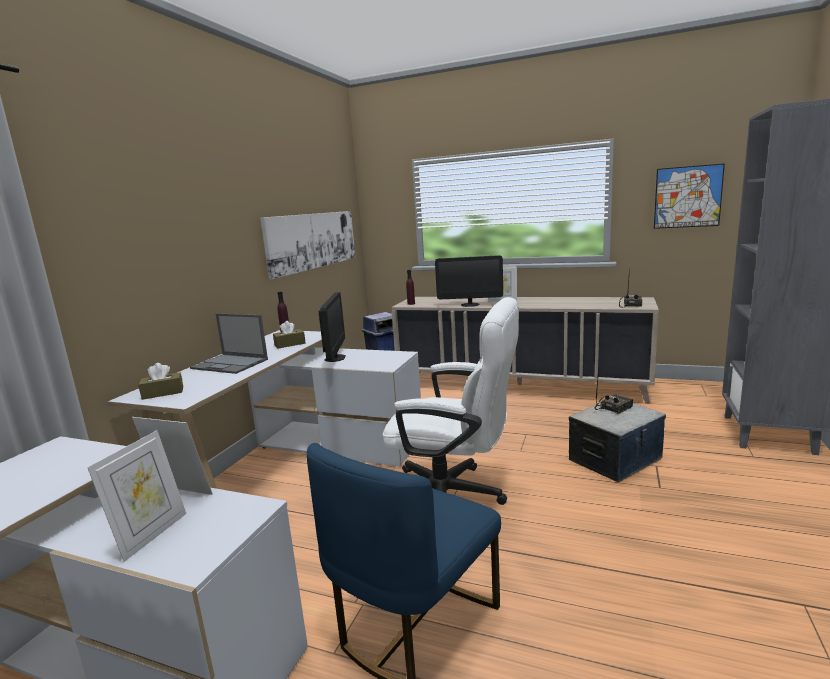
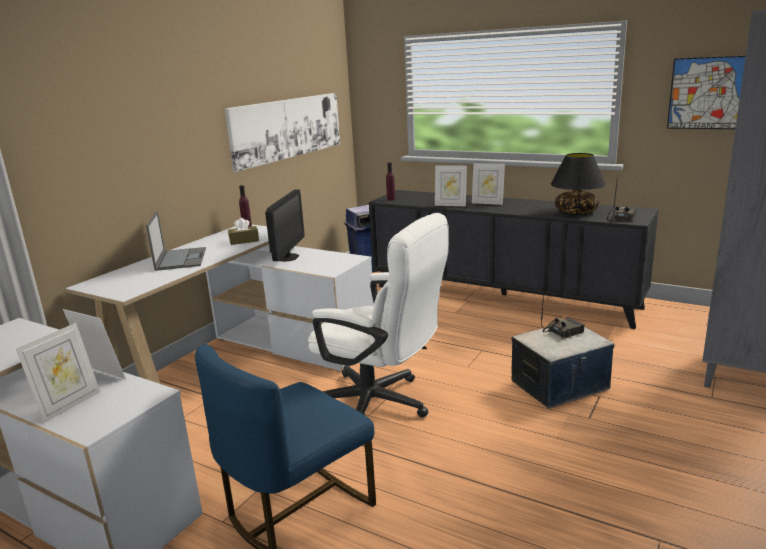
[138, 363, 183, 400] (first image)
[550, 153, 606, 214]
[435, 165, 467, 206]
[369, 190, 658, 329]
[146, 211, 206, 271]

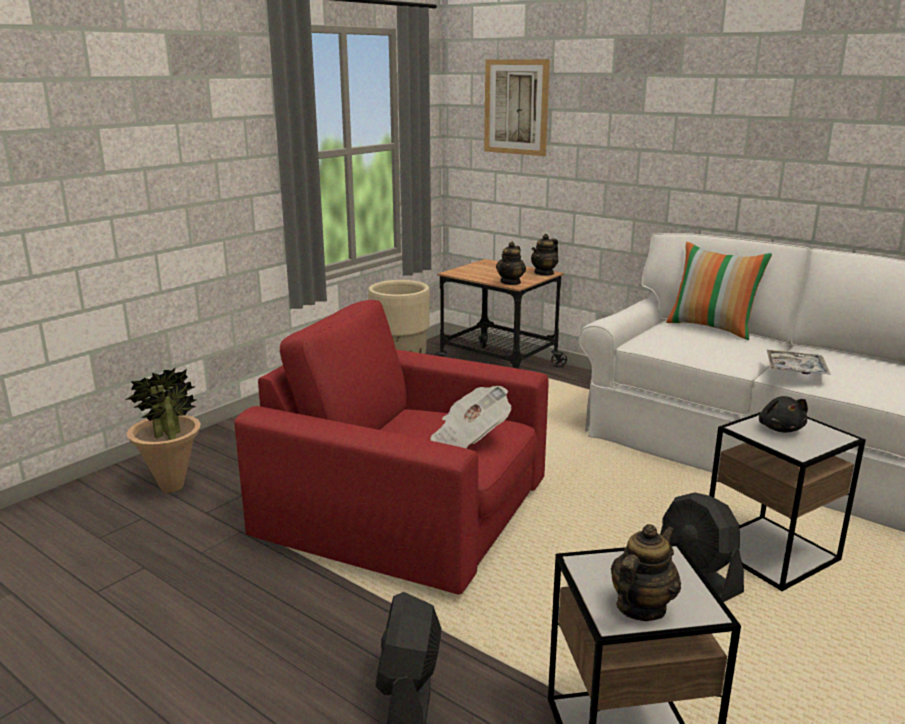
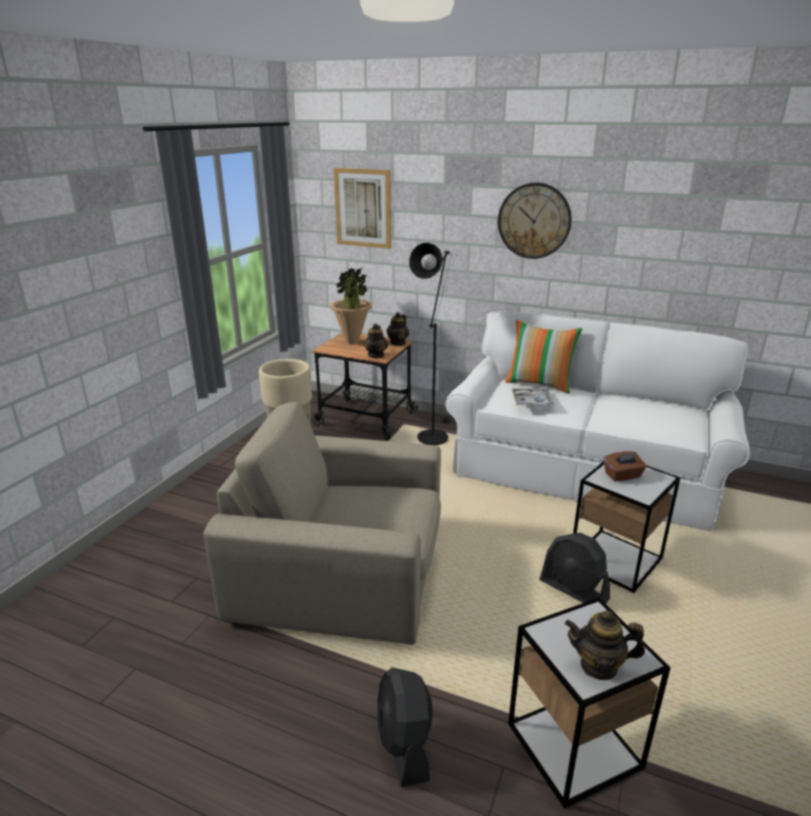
[430, 386, 511, 448] (first image)
[409, 243, 452, 445]
[498, 183, 572, 259]
[330, 268, 372, 344]
[511, 388, 556, 406]
[604, 451, 646, 481]
[204, 402, 441, 645]
[565, 610, 645, 680]

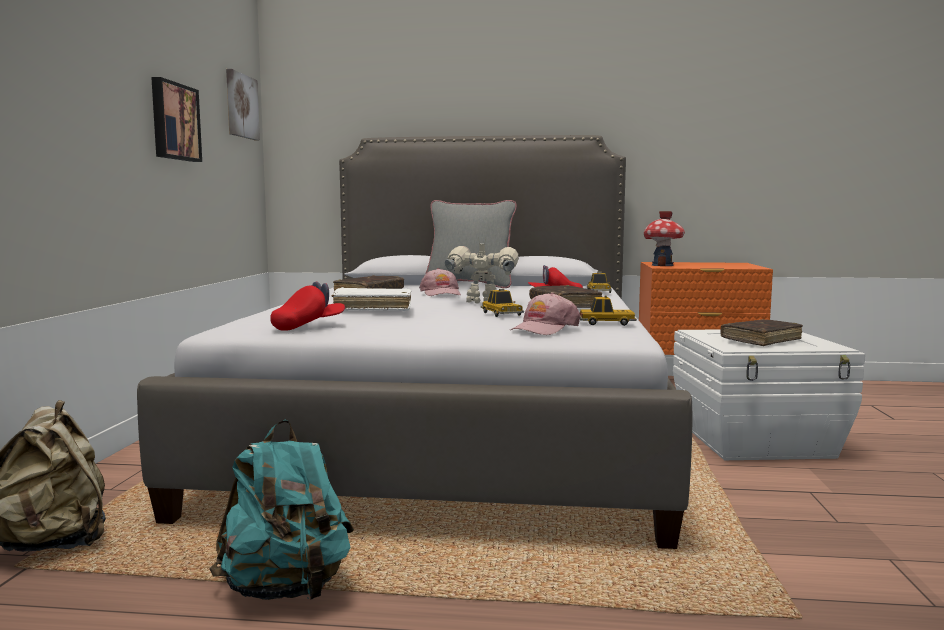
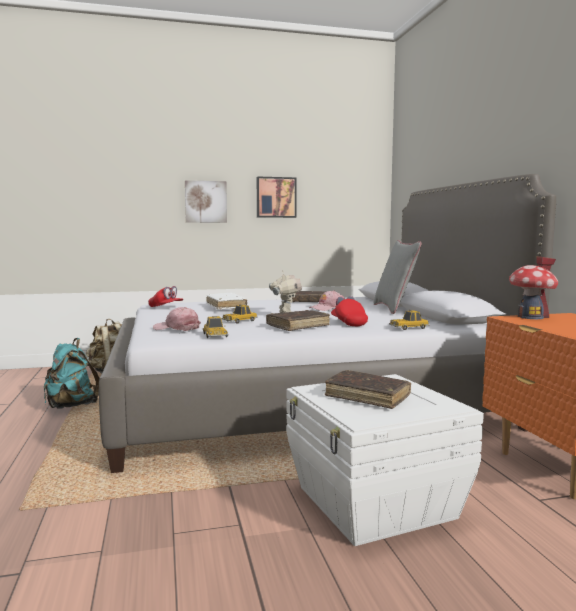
[185, 180, 227, 223]

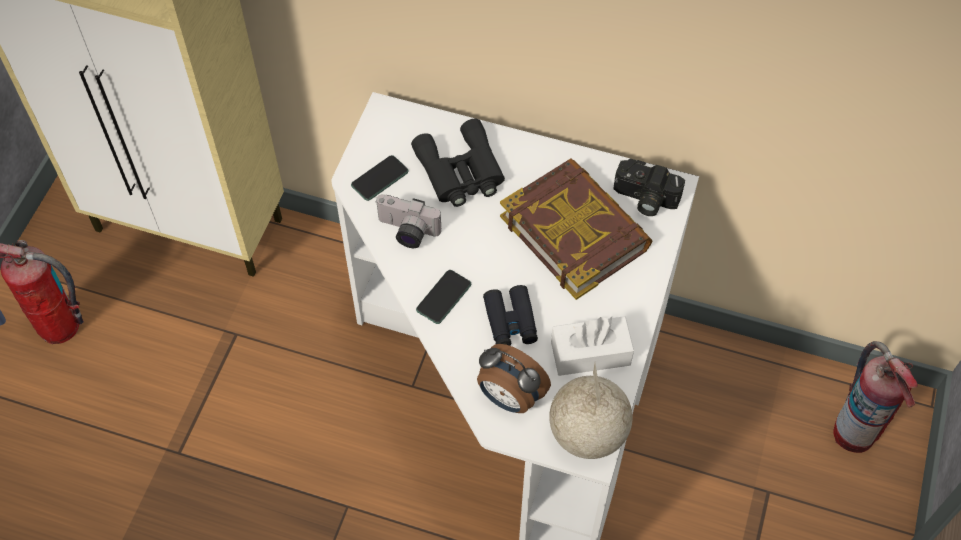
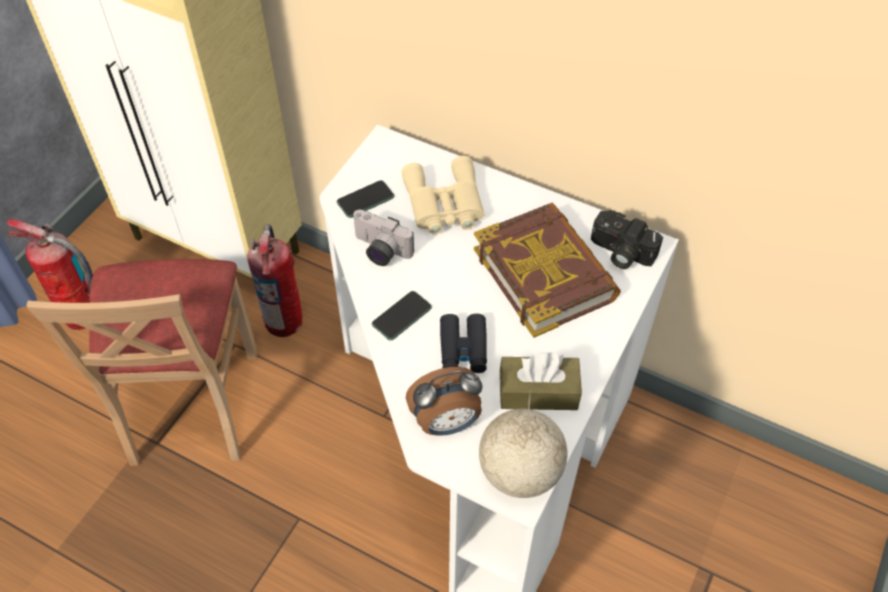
[27, 259, 257, 466]
[248, 224, 302, 337]
[401, 156, 484, 234]
[500, 352, 582, 410]
[406, 367, 483, 436]

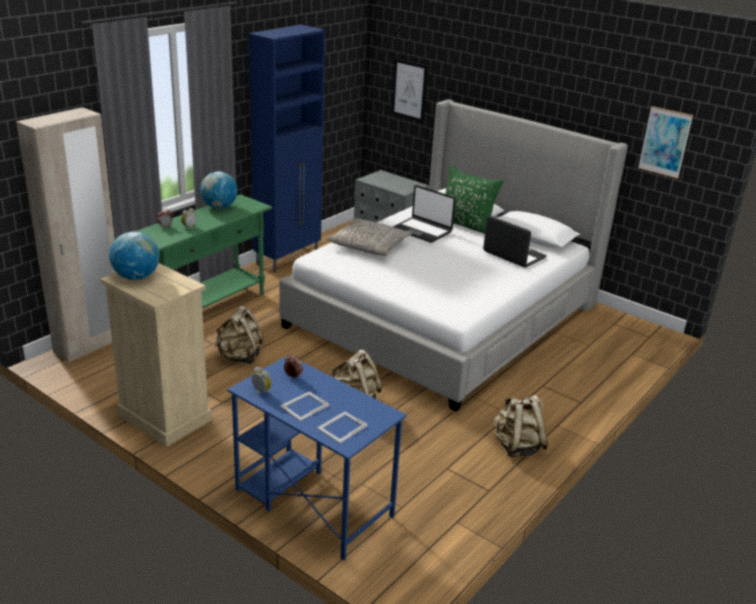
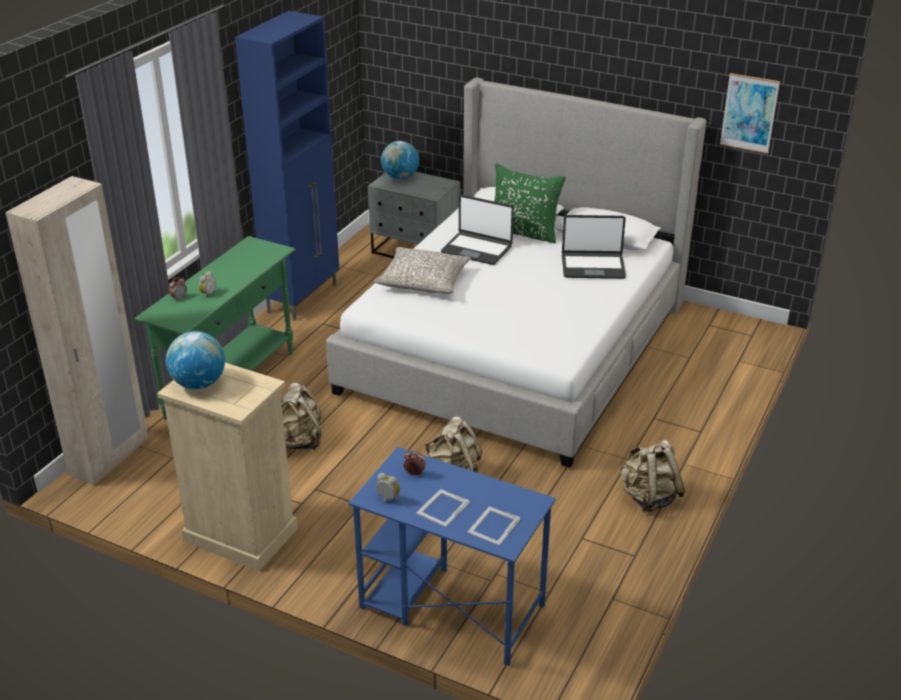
[391, 58, 428, 122] (first image)
[381, 141, 419, 179]
[562, 215, 626, 279]

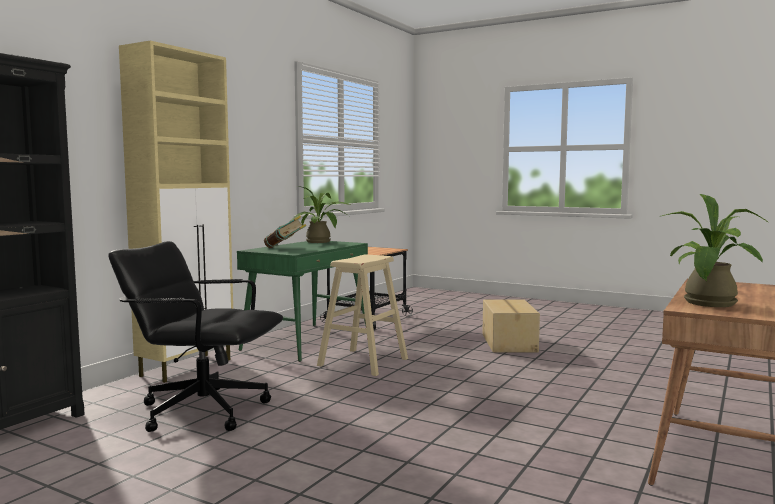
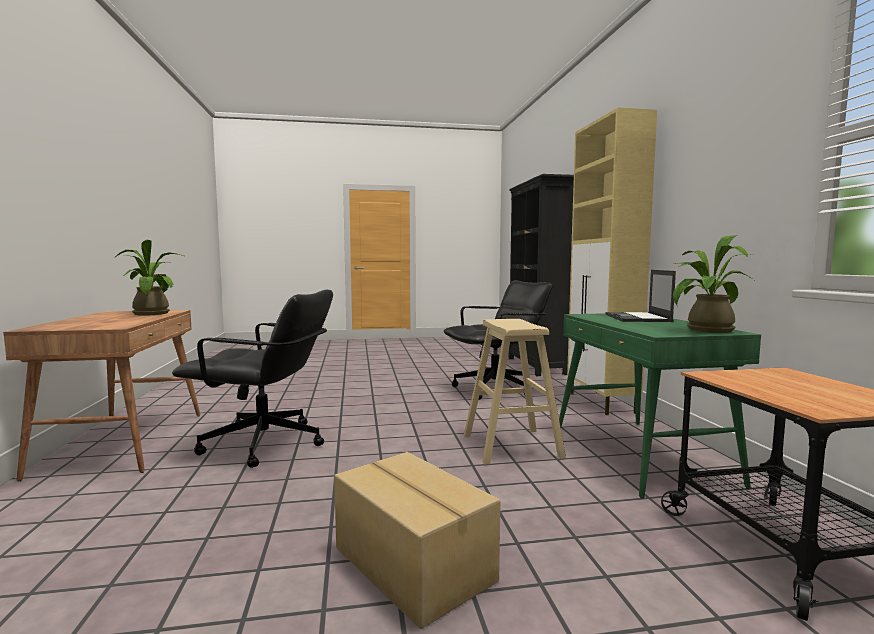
[172, 290, 333, 468]
[606, 270, 676, 322]

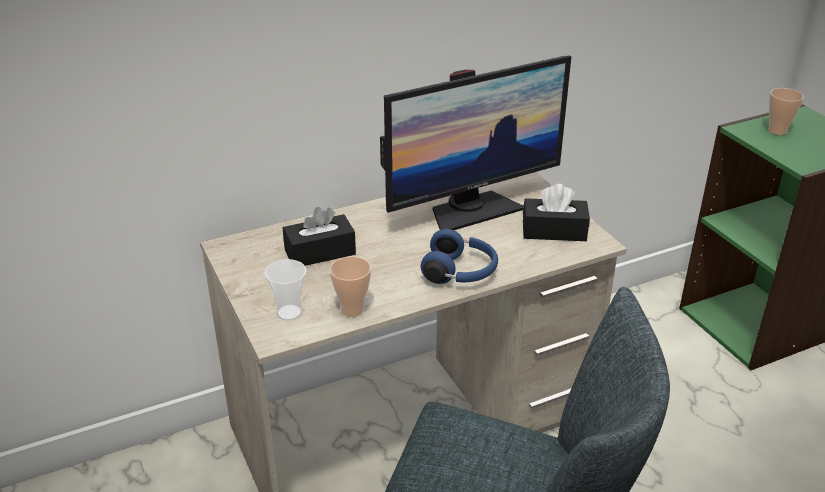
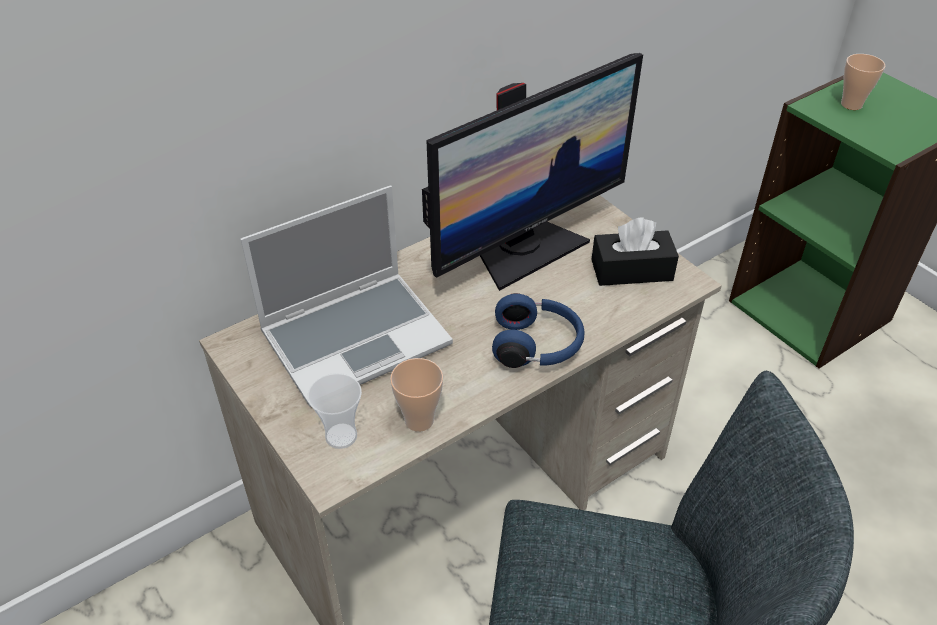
[241, 186, 453, 407]

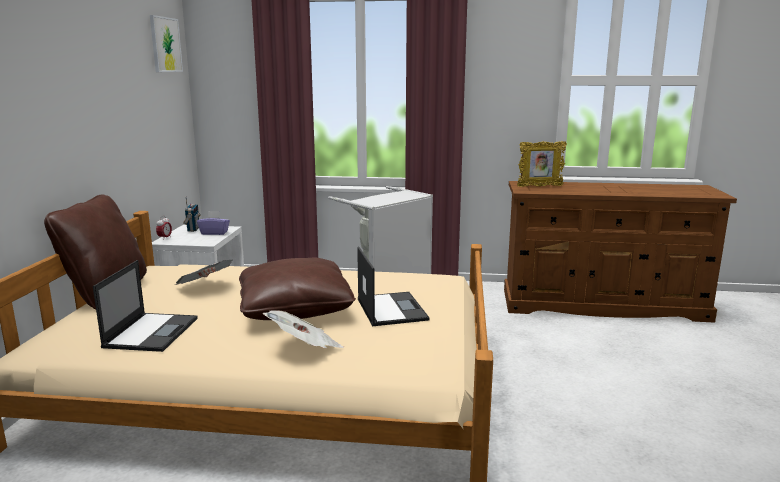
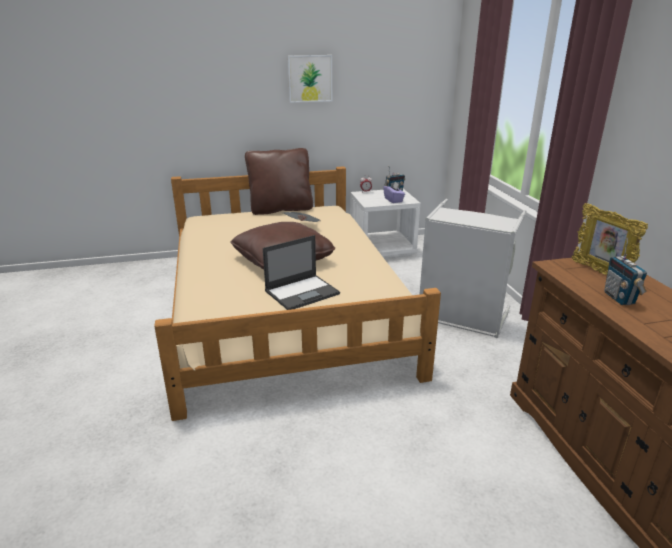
[93, 260, 198, 352] (first image)
[263, 310, 344, 348] (first image)
[604, 238, 647, 305]
[288, 55, 332, 103]

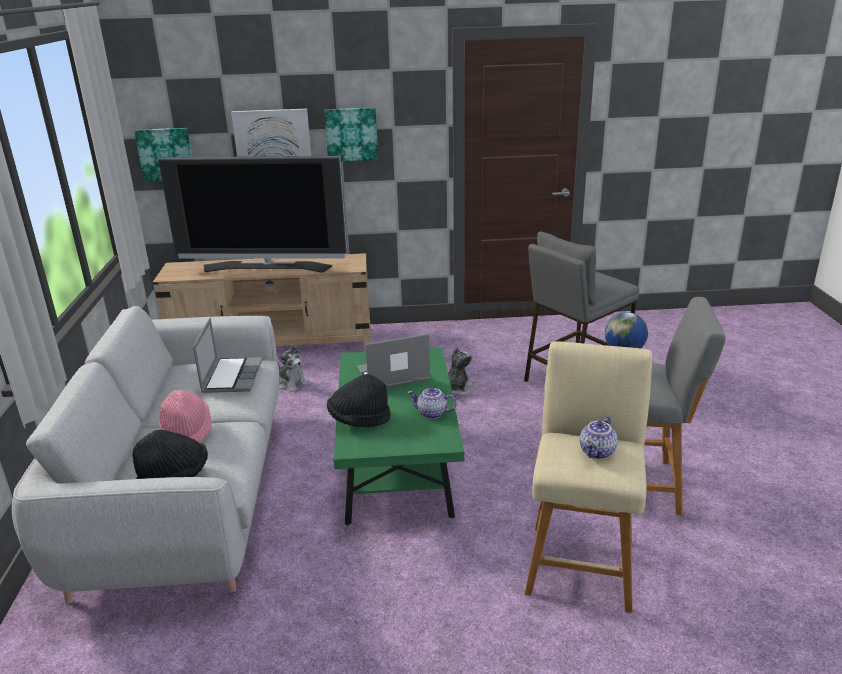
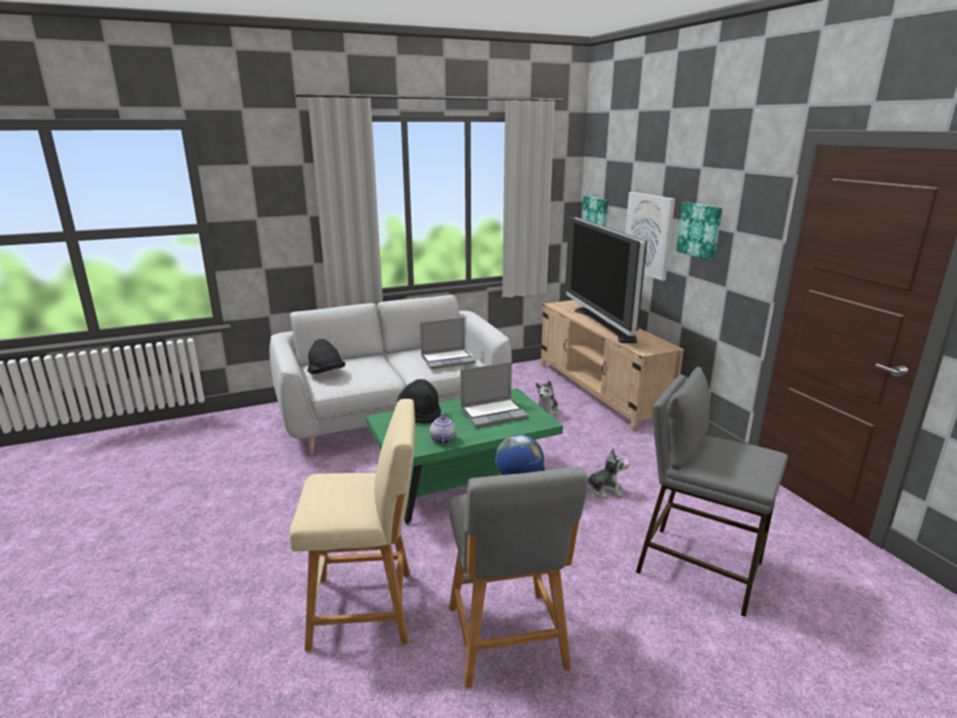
[159, 390, 212, 443] (first image)
[580, 416, 618, 459] (first image)
[461, 362, 528, 428]

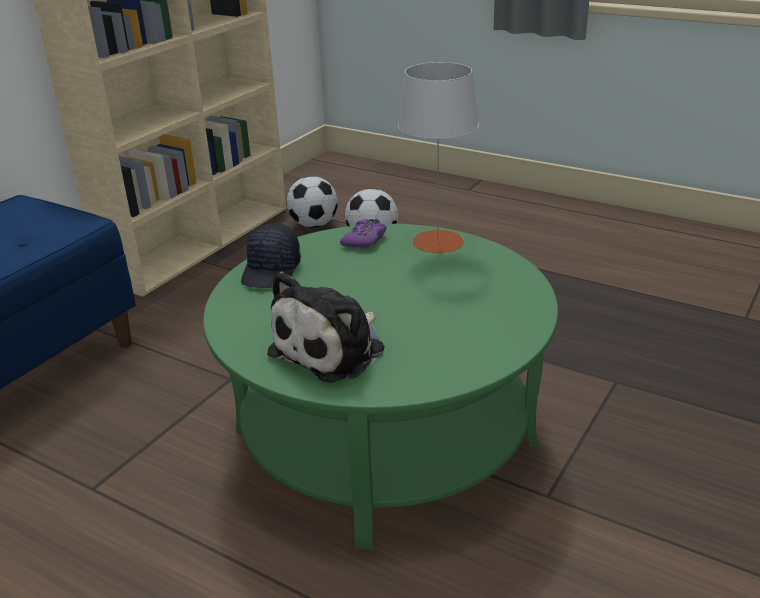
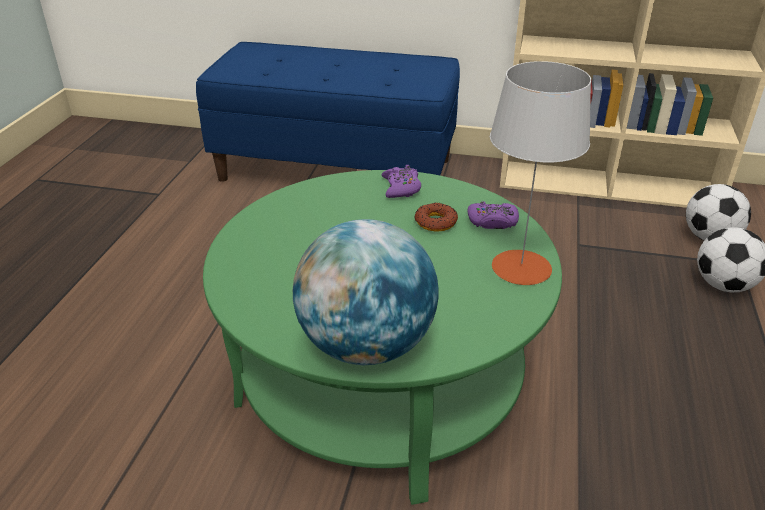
[267, 272, 384, 383] (first image)
[293, 219, 439, 366]
[414, 202, 458, 232]
[382, 165, 421, 198]

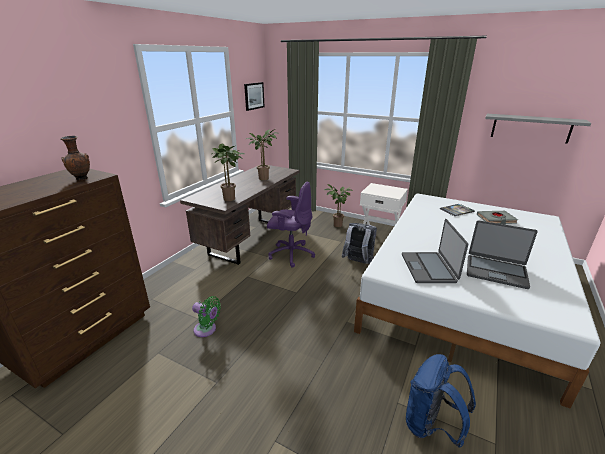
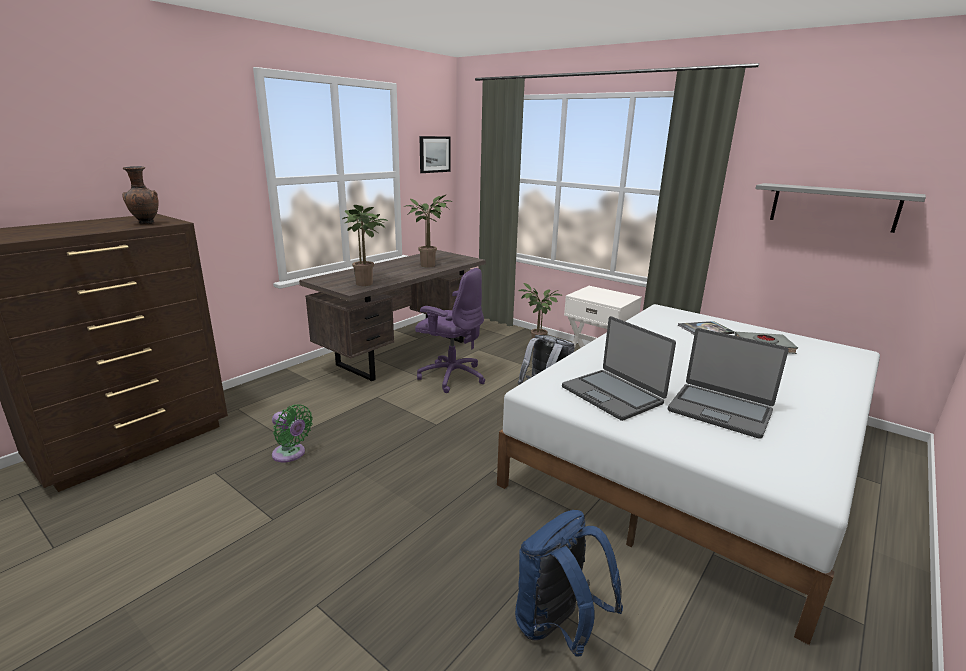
[562, 316, 676, 421]

